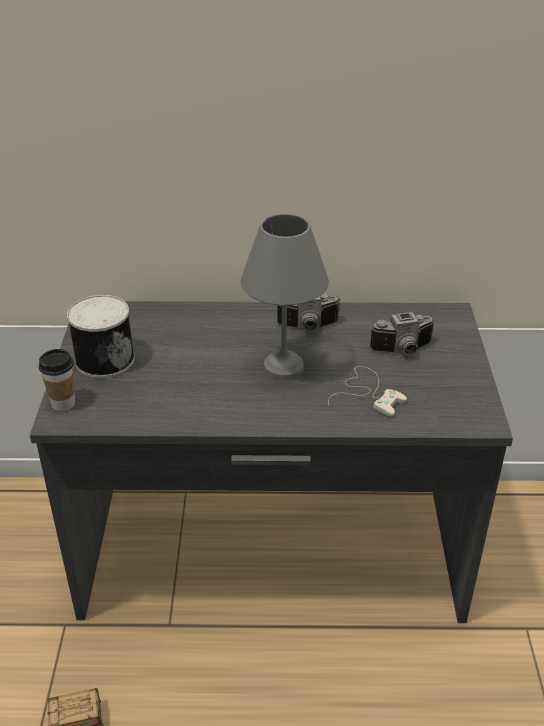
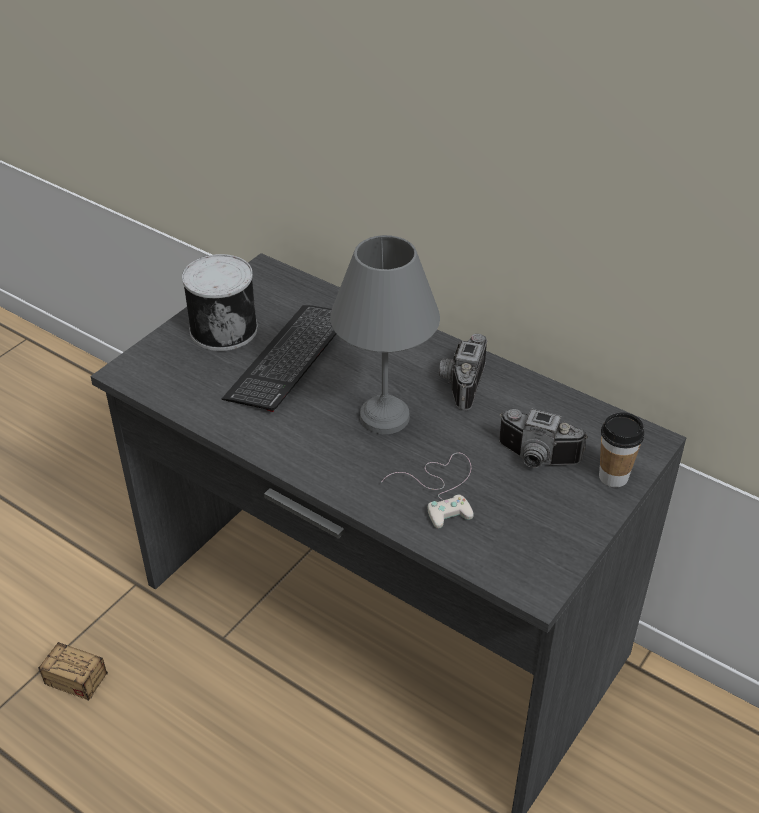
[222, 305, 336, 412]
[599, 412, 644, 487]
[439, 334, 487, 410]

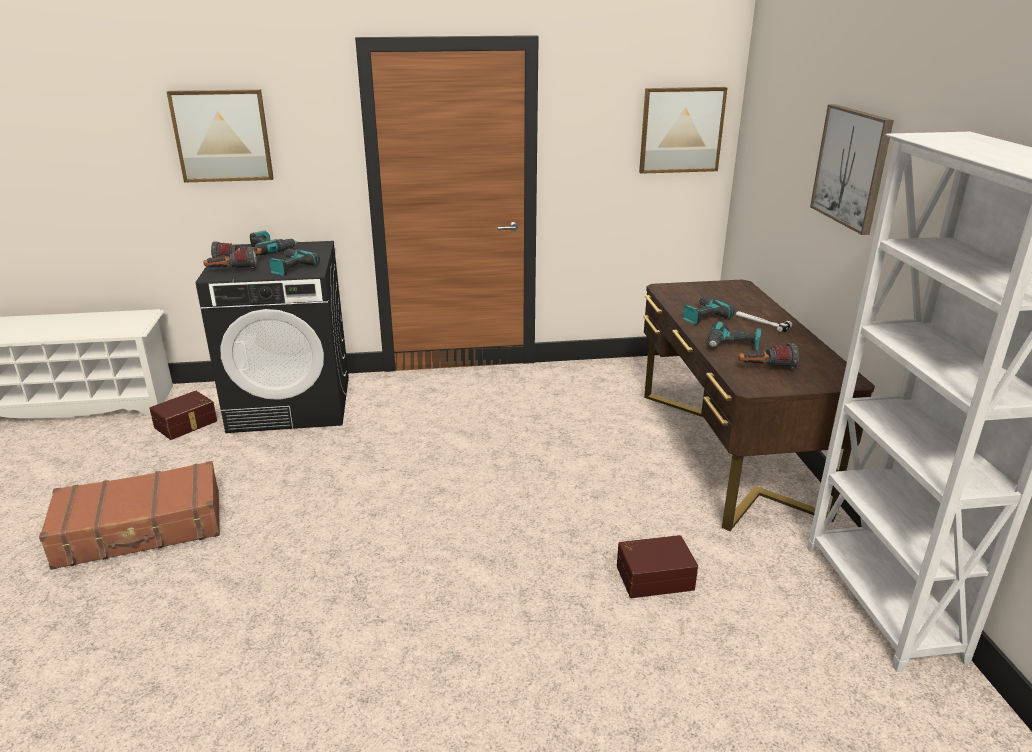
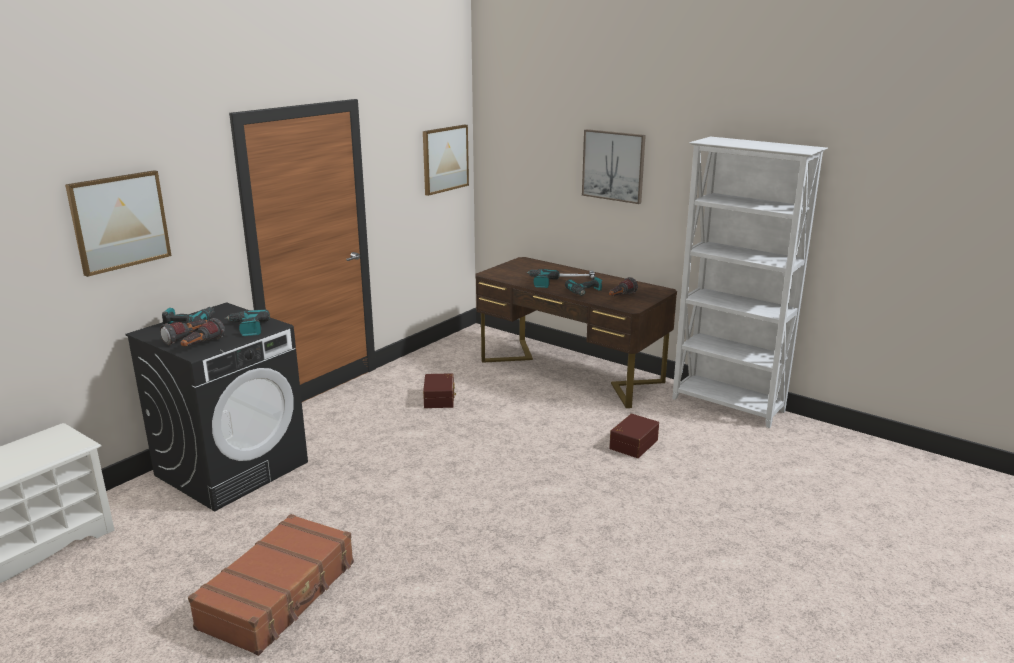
[423, 373, 456, 408]

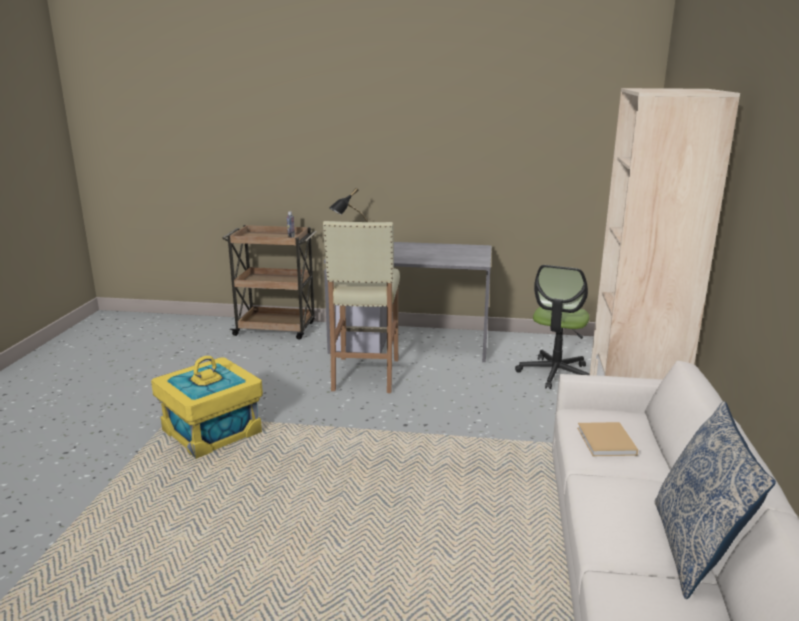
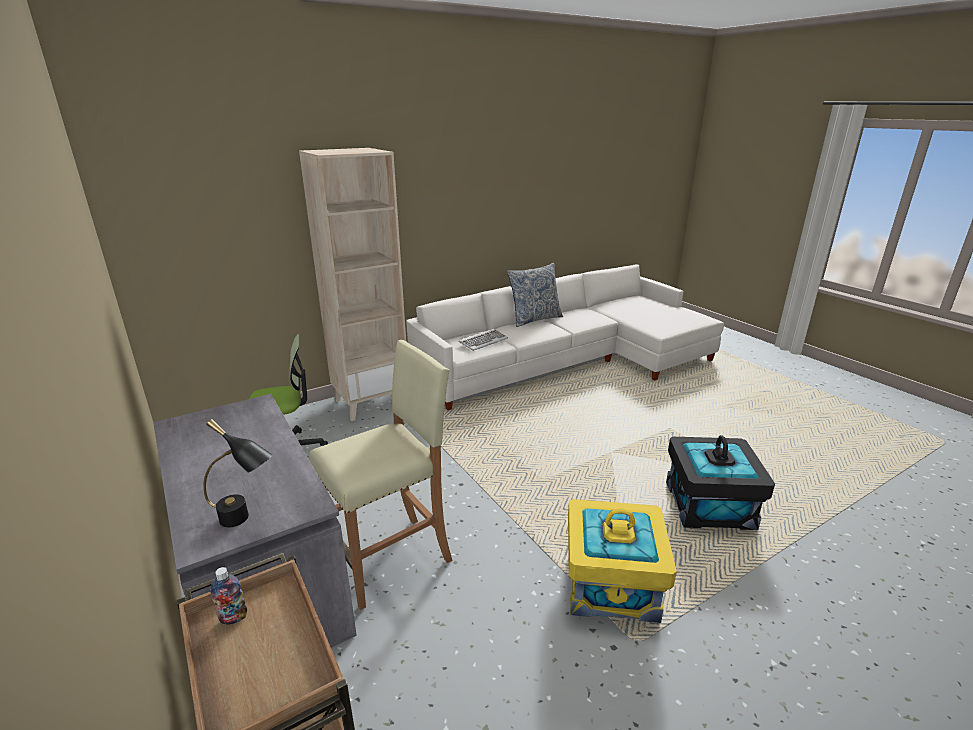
[666, 435, 775, 530]
[458, 329, 508, 351]

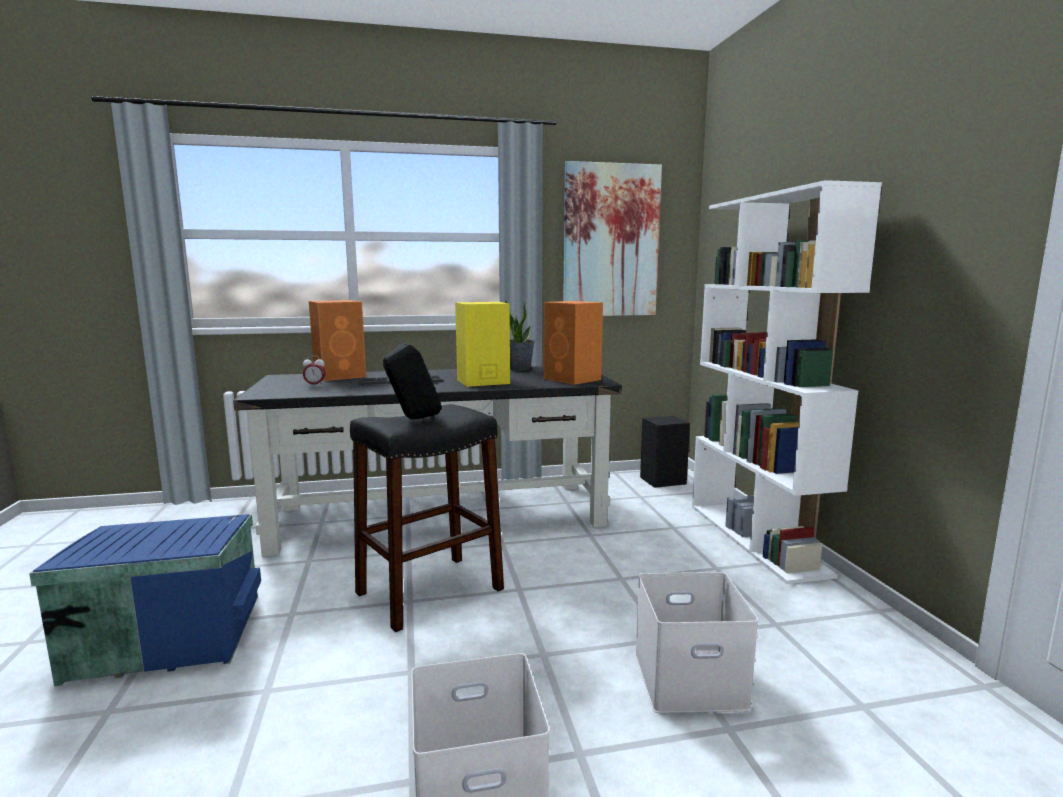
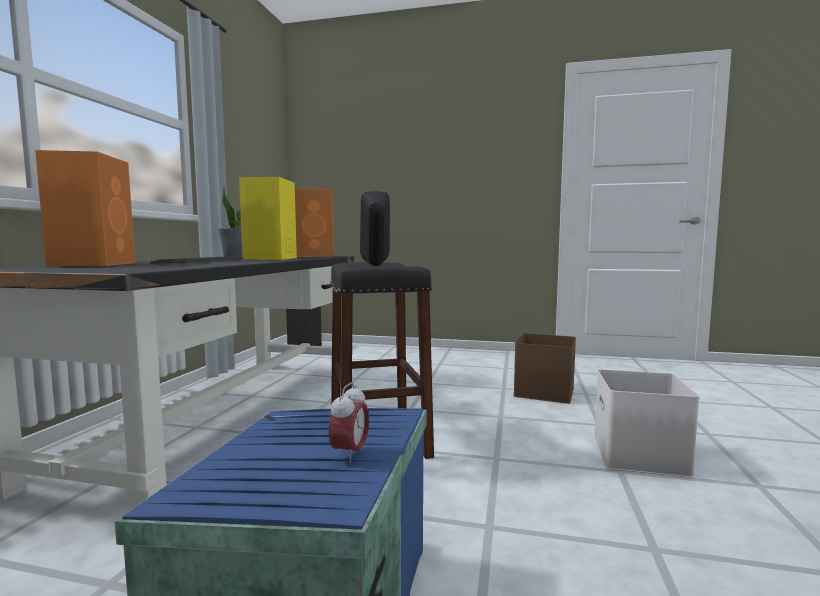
[563, 161, 662, 316] (first image)
[692, 180, 882, 584] (first image)
[328, 382, 369, 463]
[513, 333, 576, 404]

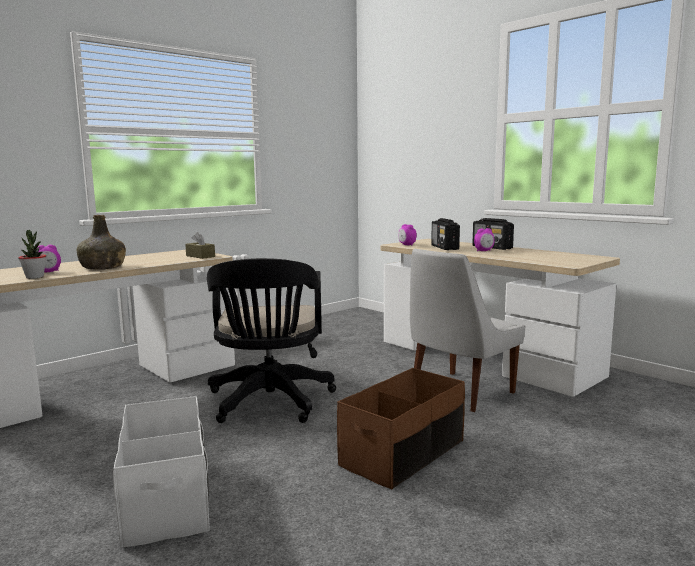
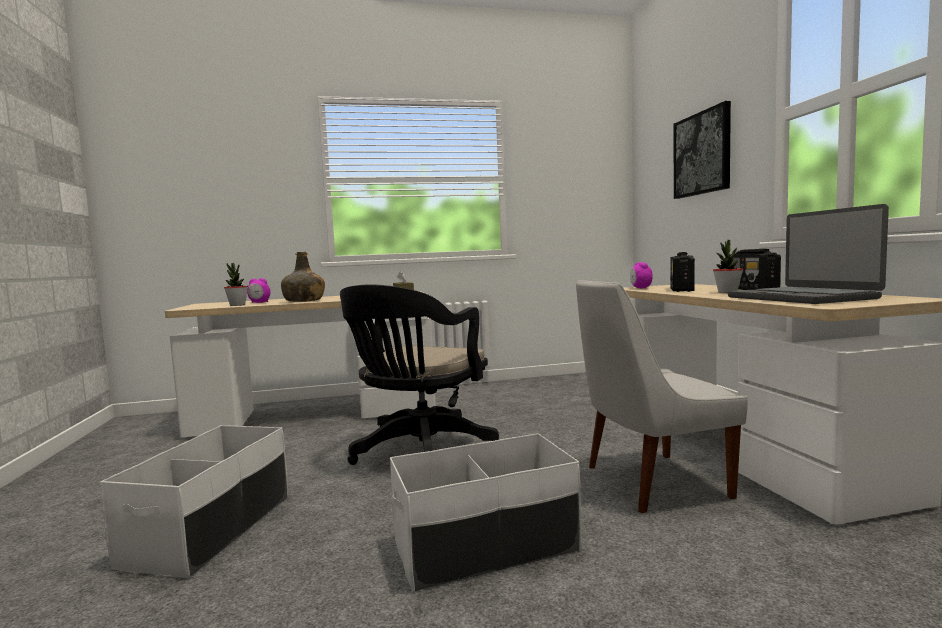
[674, 101, 731, 199]
[728, 204, 889, 304]
[713, 240, 743, 293]
[390, 433, 582, 592]

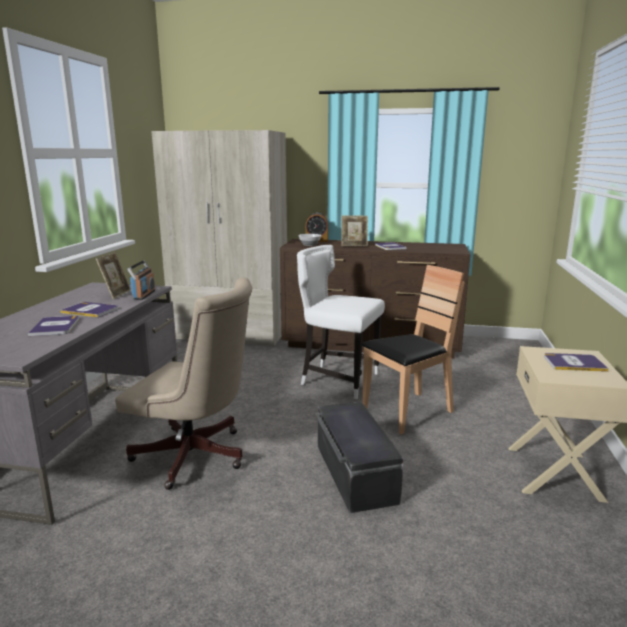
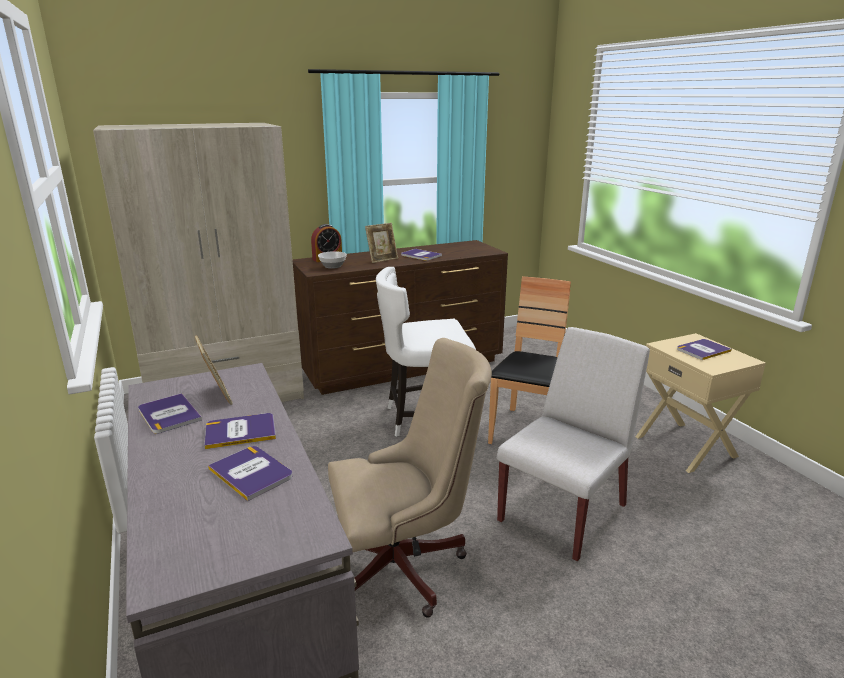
[127, 260, 155, 300] (first image)
[138, 393, 202, 434]
[497, 327, 650, 561]

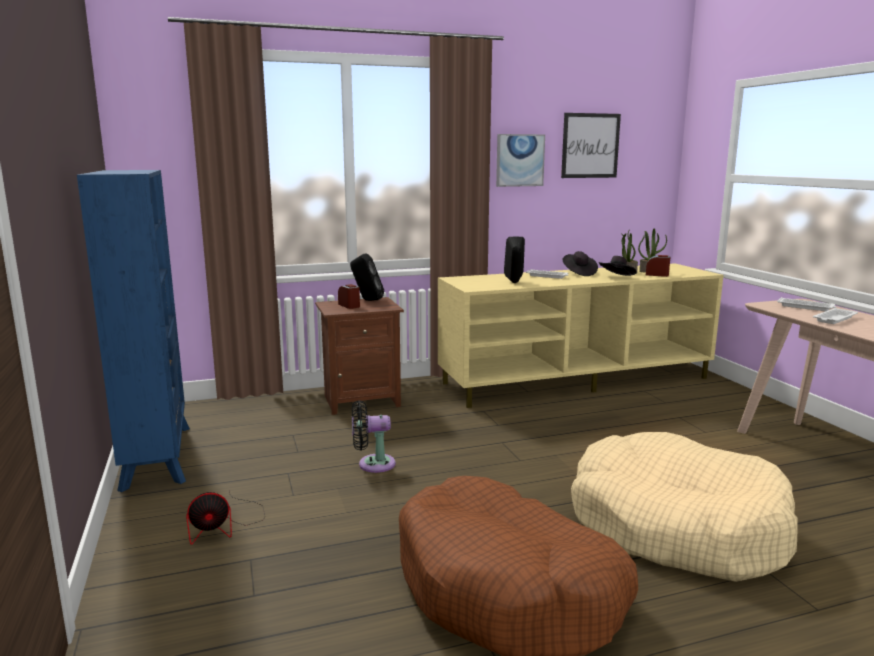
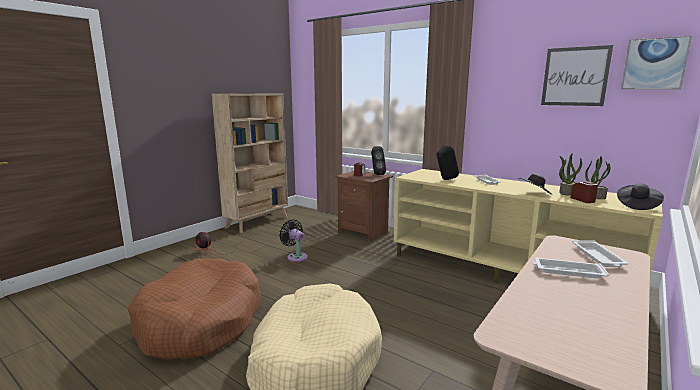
[621, 36, 692, 90]
[617, 183, 664, 210]
[212, 94, 288, 233]

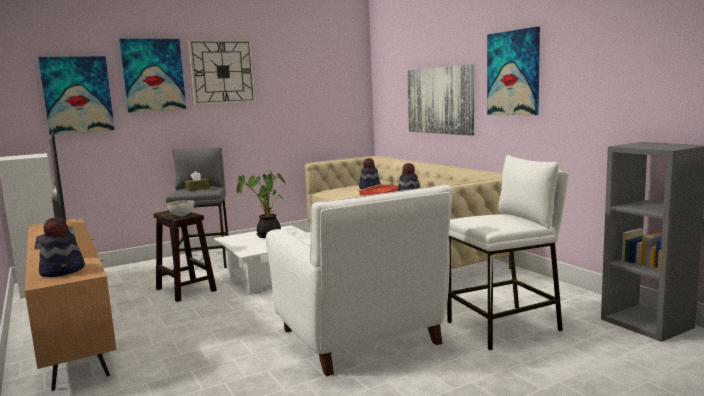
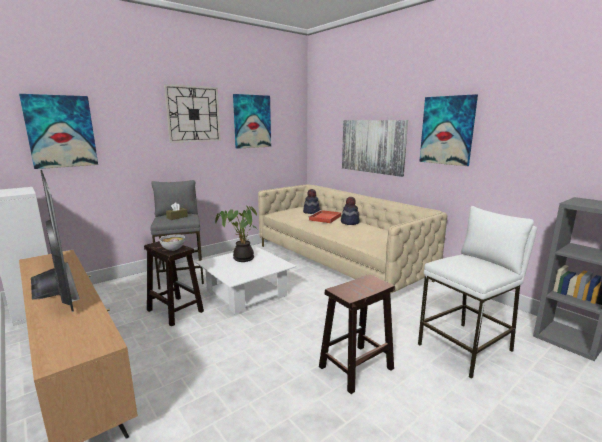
[39, 217, 85, 277] (first image)
[233, 94, 271, 149]
[319, 274, 395, 394]

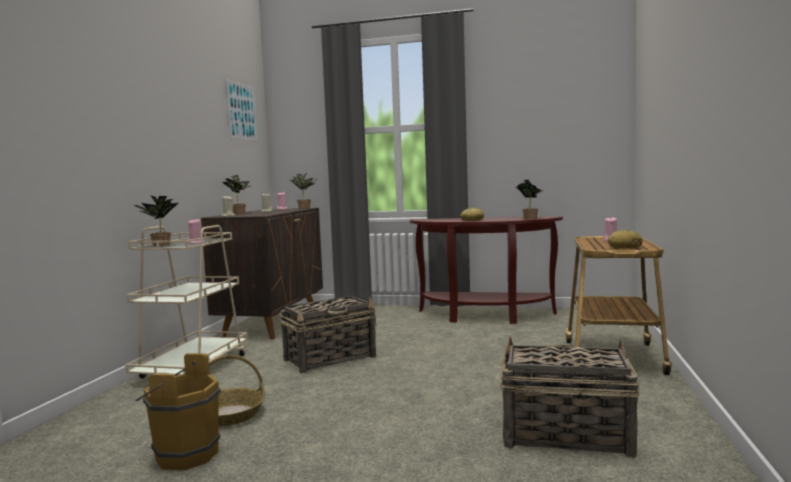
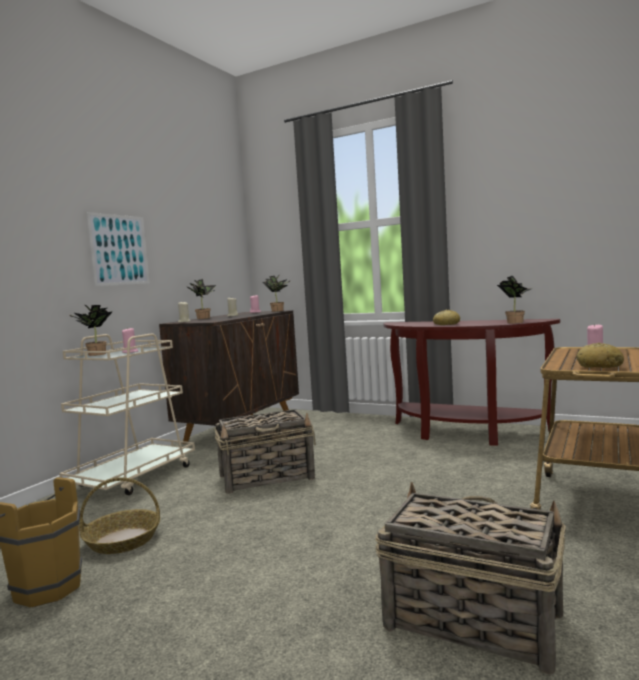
[86, 212, 150, 286]

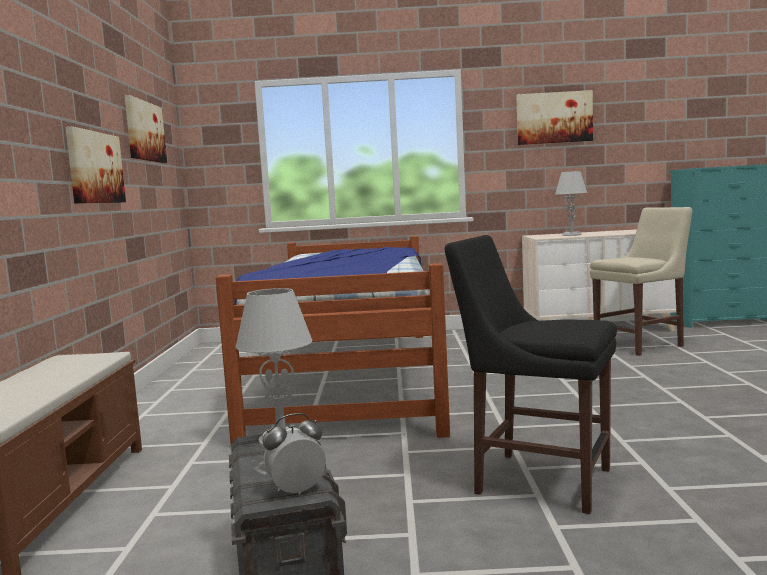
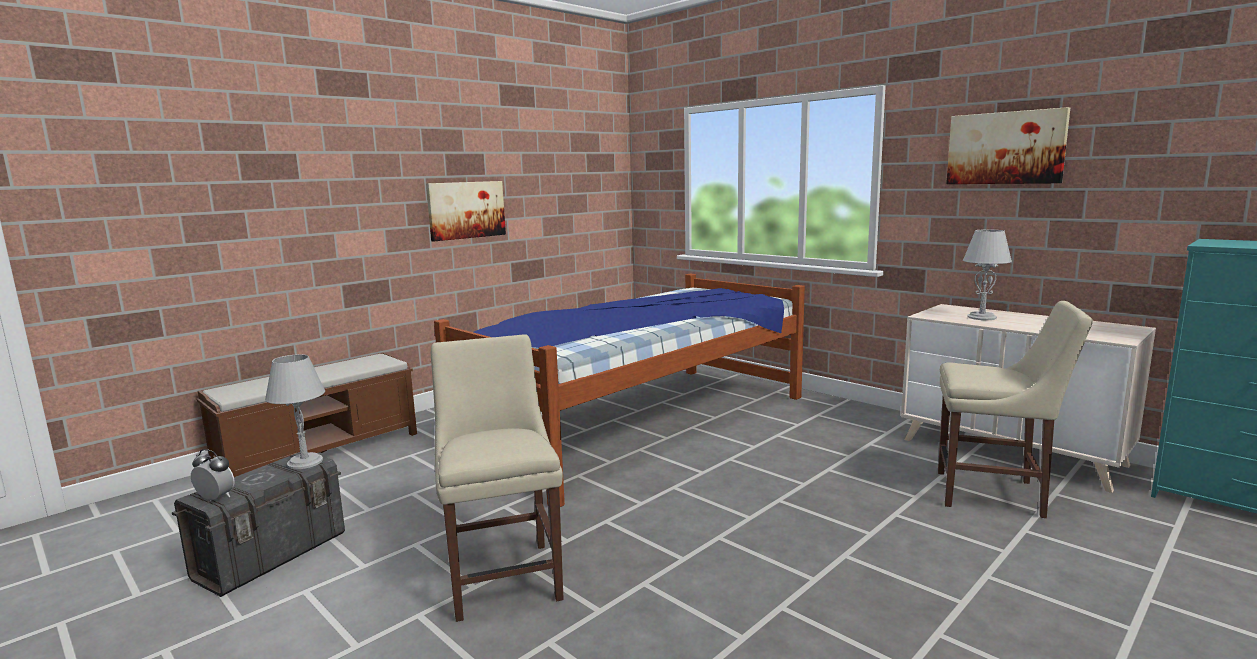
[124, 95, 167, 163] (first image)
[431, 334, 564, 622]

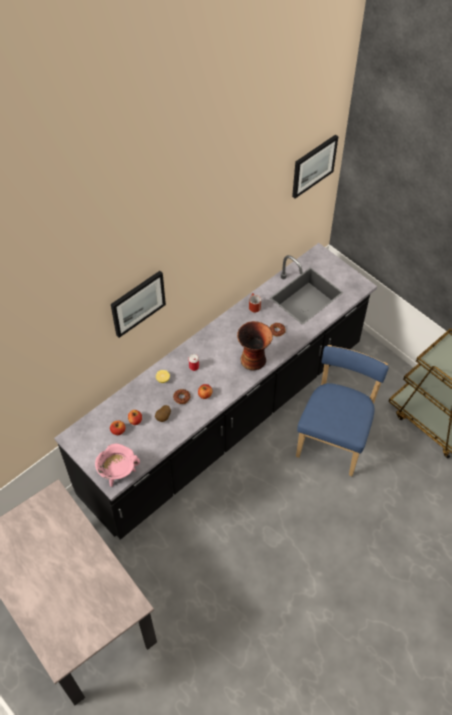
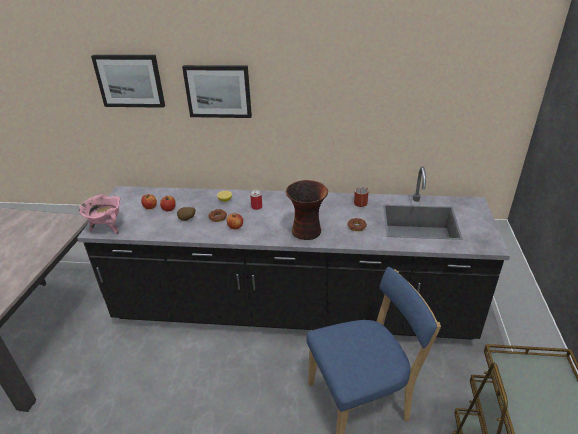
[91, 55, 165, 108]

